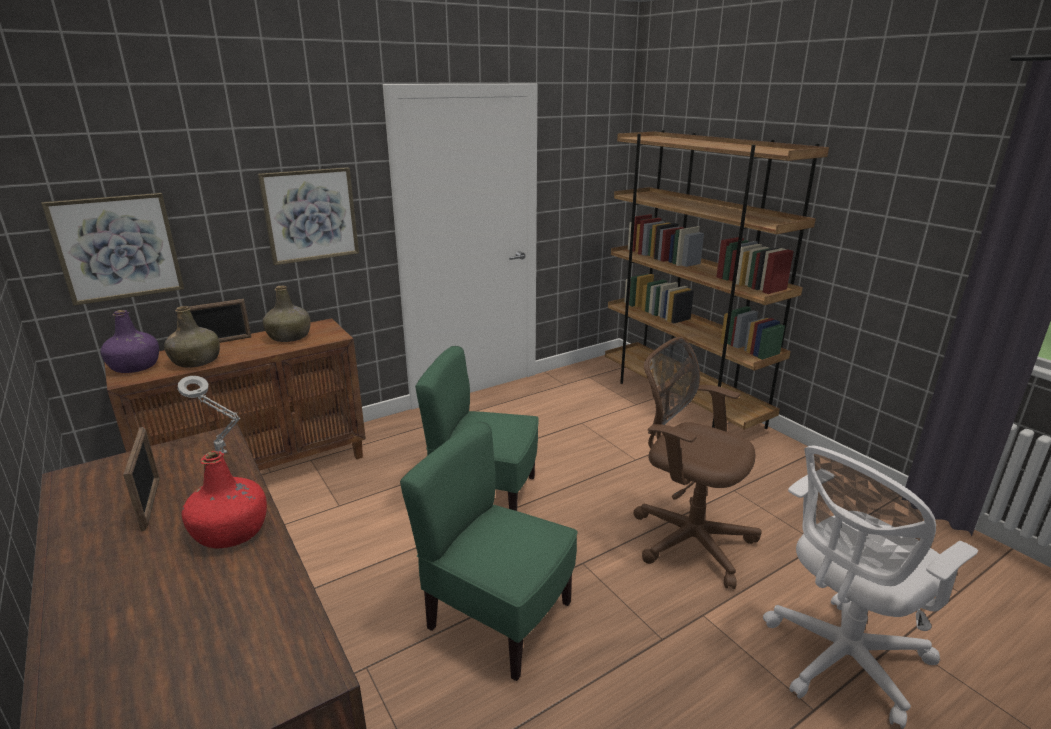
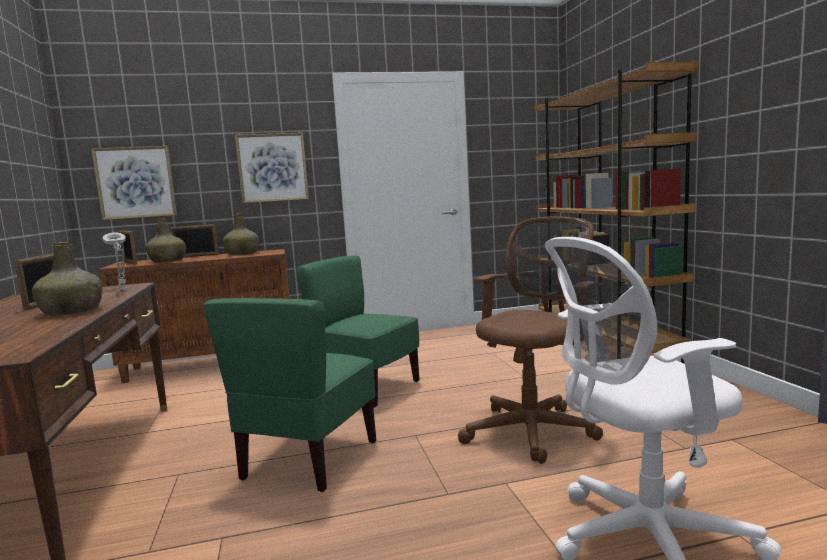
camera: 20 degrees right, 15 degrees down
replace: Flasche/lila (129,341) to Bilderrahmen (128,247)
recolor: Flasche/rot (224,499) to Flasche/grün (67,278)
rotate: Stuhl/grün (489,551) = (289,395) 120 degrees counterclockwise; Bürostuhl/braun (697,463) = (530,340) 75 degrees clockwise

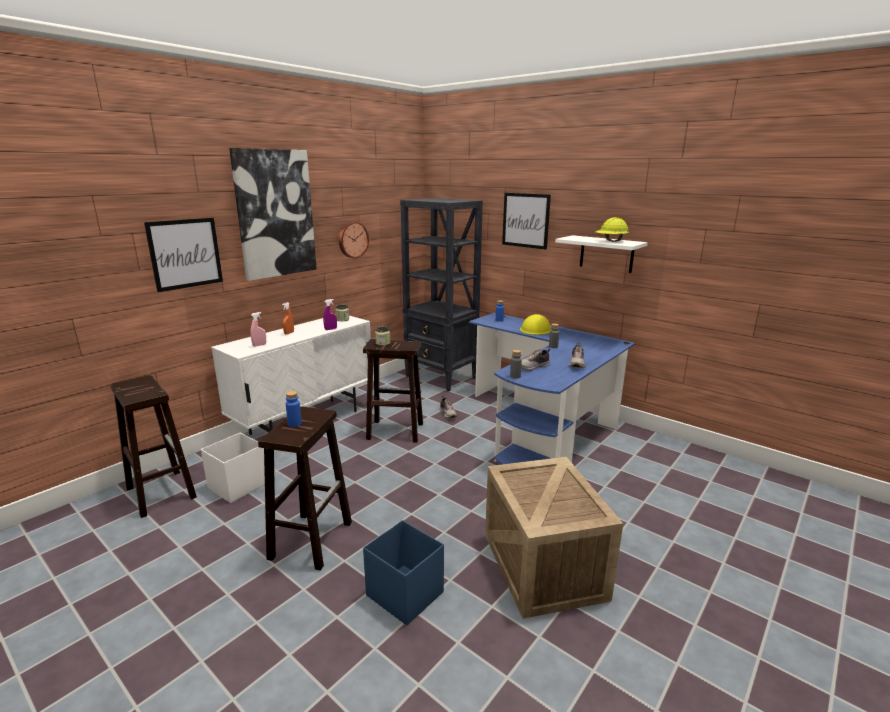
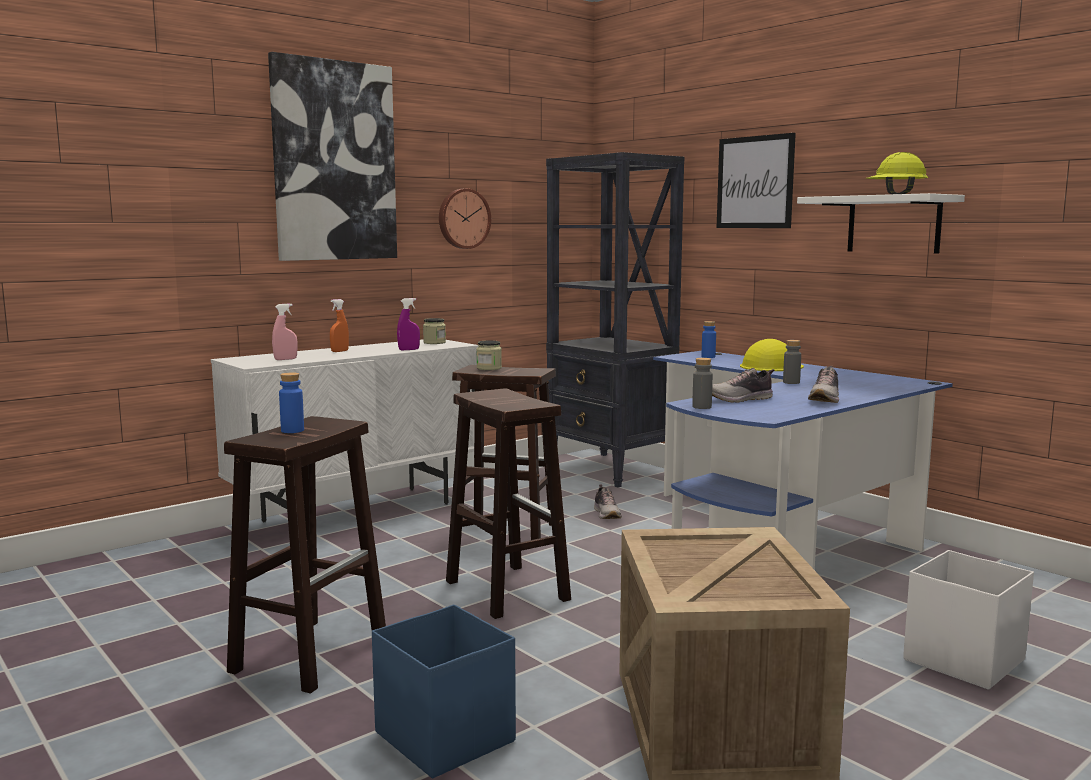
camera: 10 degrees right, 10 degrees down
delete: Bild (183,255)
move: Hocker/braun (153,446) to (508,503); Aufbewahrungsbox/weiß (233,468) to (968,620)

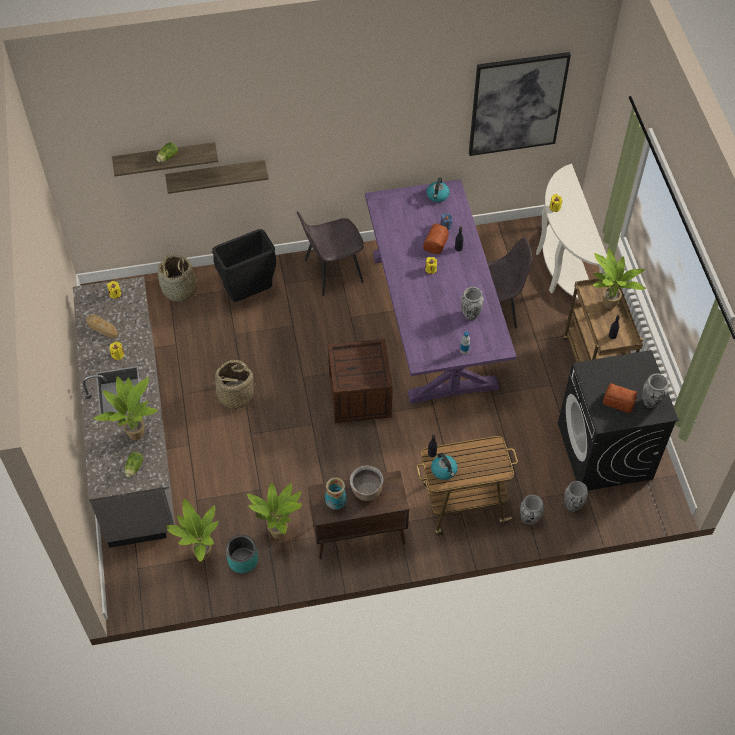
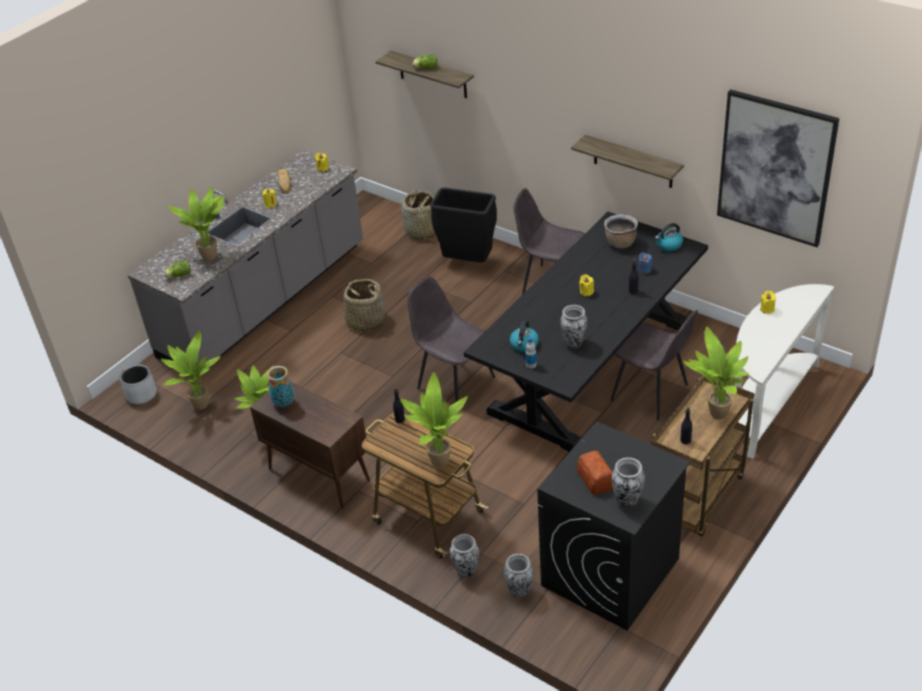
camera: 50 degrees right, 15 degrees down
delete: Pflanzkübel/türkis (242,554); Brot (436,239)
insert: Pflanzkübel/grau (138,384); Topfpflanze (434,420)
move: Wandregal (217,177) to (627,161); Kochtopf/braun (367,483) to (621,231); Wasserkessel (444,466) to (524,336)
replace: Kiste (360,381) to Stuhl/grau (451,339)
recolor: Esstisch/lila (441,291) to Esstisch/schwarz (586,332)

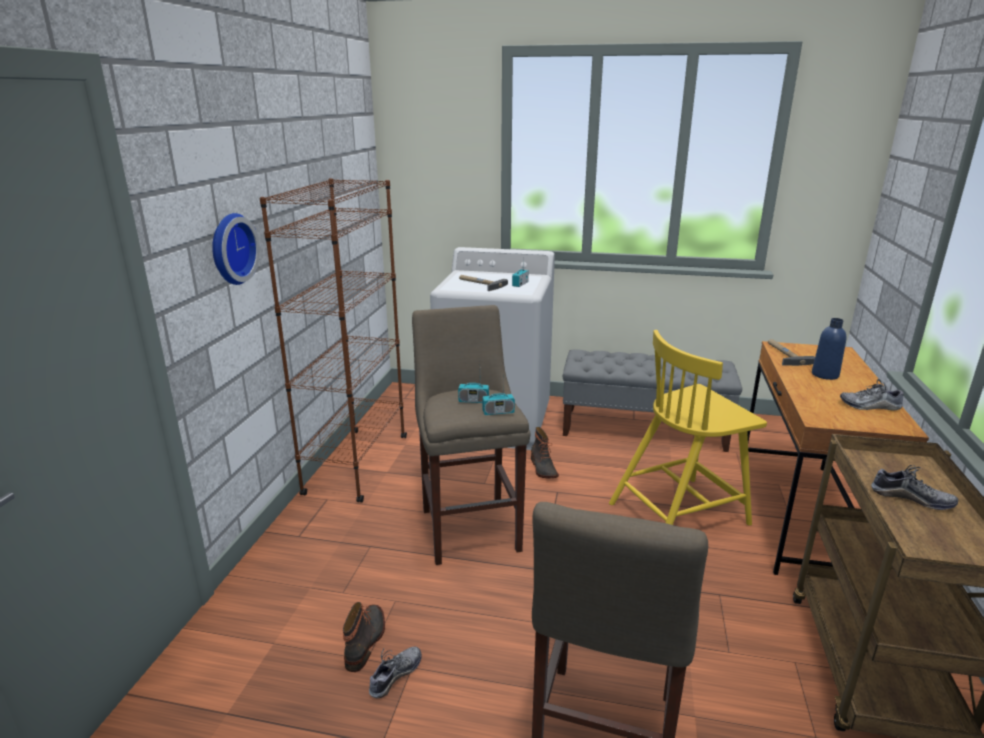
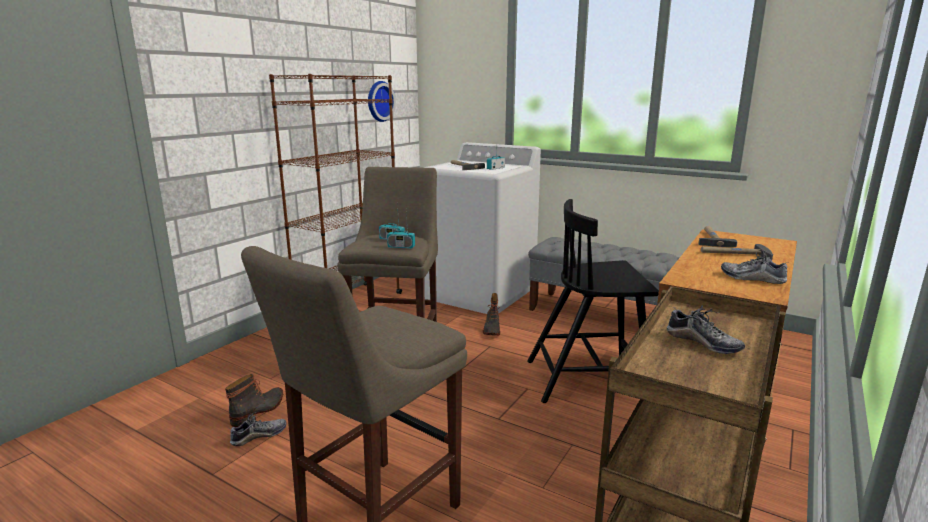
camera: 20 degrees right, 5 degrees down
move: Wanduhr (236,249) to (382,101)
replace: Flasche/blau (829,349) to Hammer (737,252)
recolor: Stuhl/gelb (688,428) to Stuhl/schwarz (593,301)

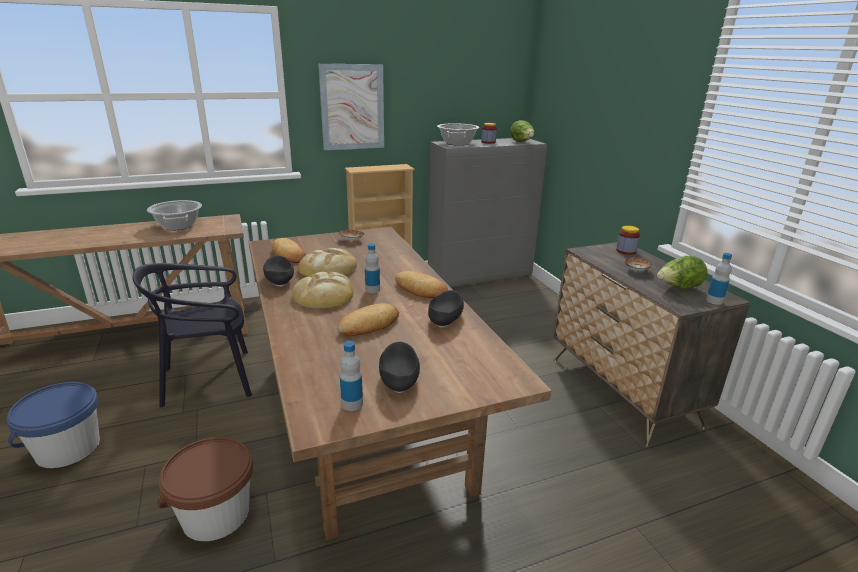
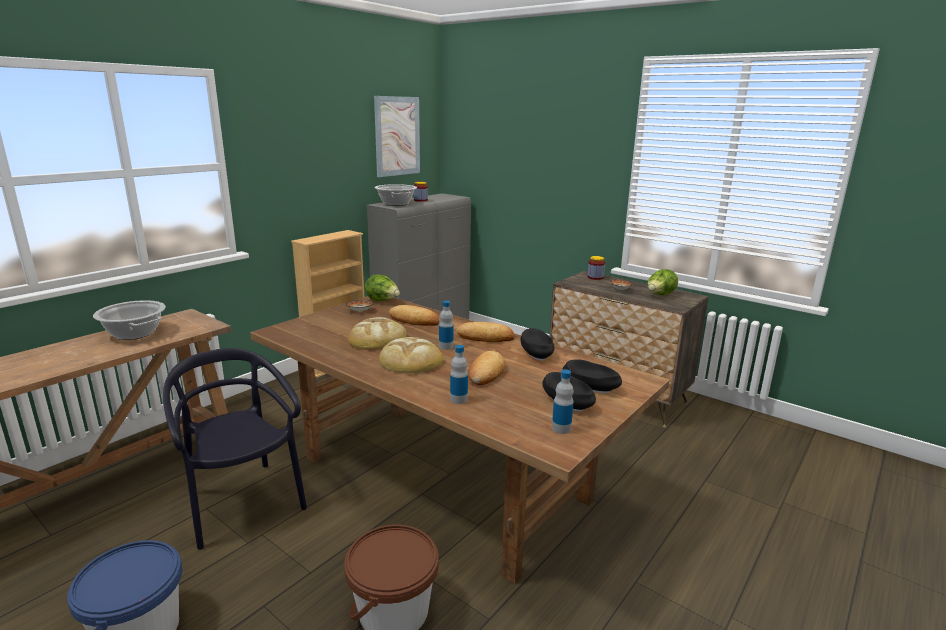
camera: 30 degrees left, 5 degrees down
move: Schüssel/schwarz (278,271) to (592,376); Brot (289,250) to (414,315); Bild (351,107) to (397,136); Salatkopf (522,131) to (382,288); Flasche (719,279) to (459,374)
rotate: Stuhl/schwarz (192,335) = (235,449) 105 degrees clockwise

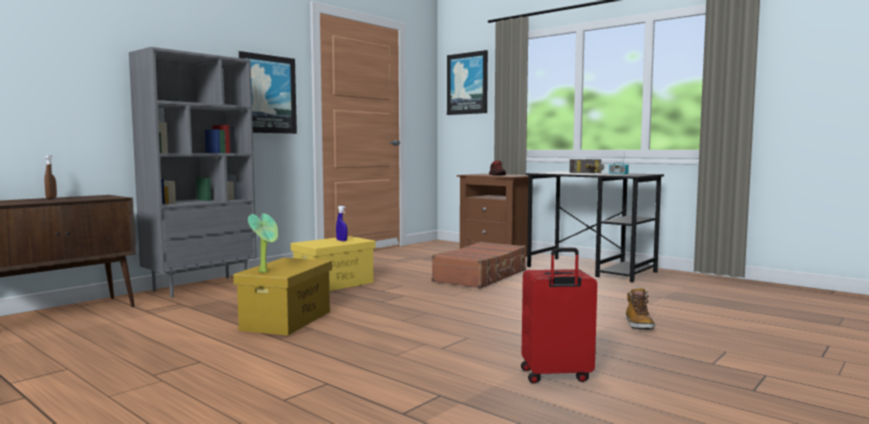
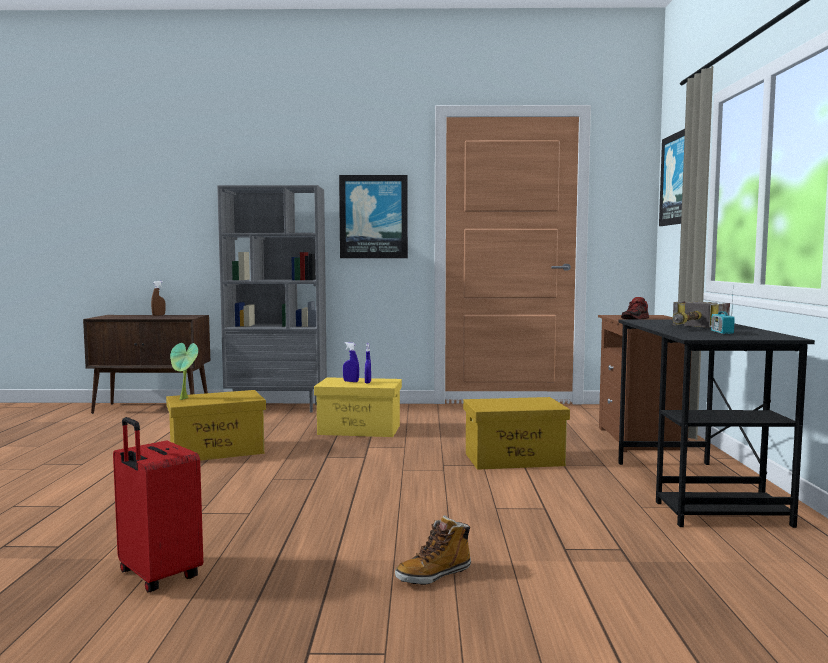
camera: 50 degrees right, 0 degrees up
insert: Sprühflasche/blau (351,362)
replace: Koffer/braun (479,265) to Aufbewahrungsbox/gelb (516,433)

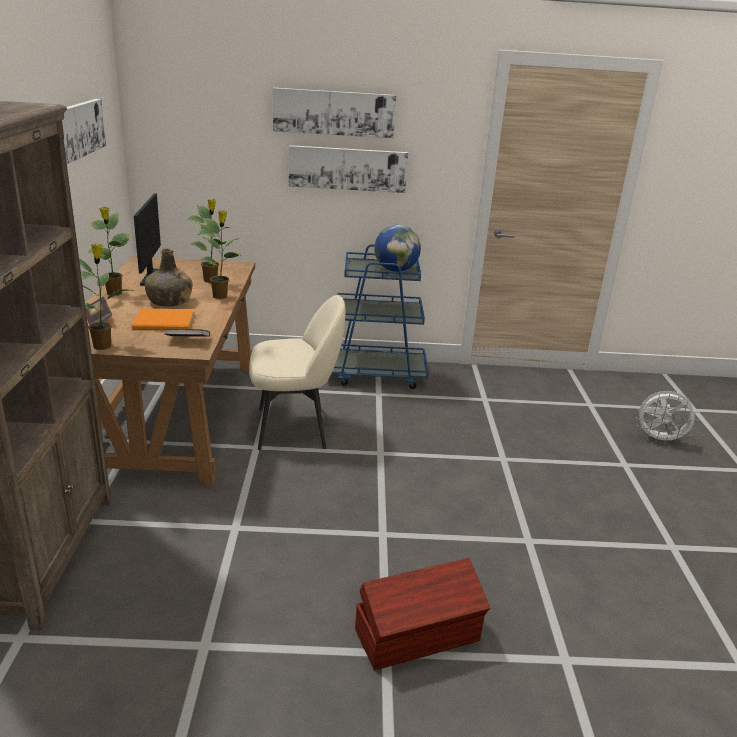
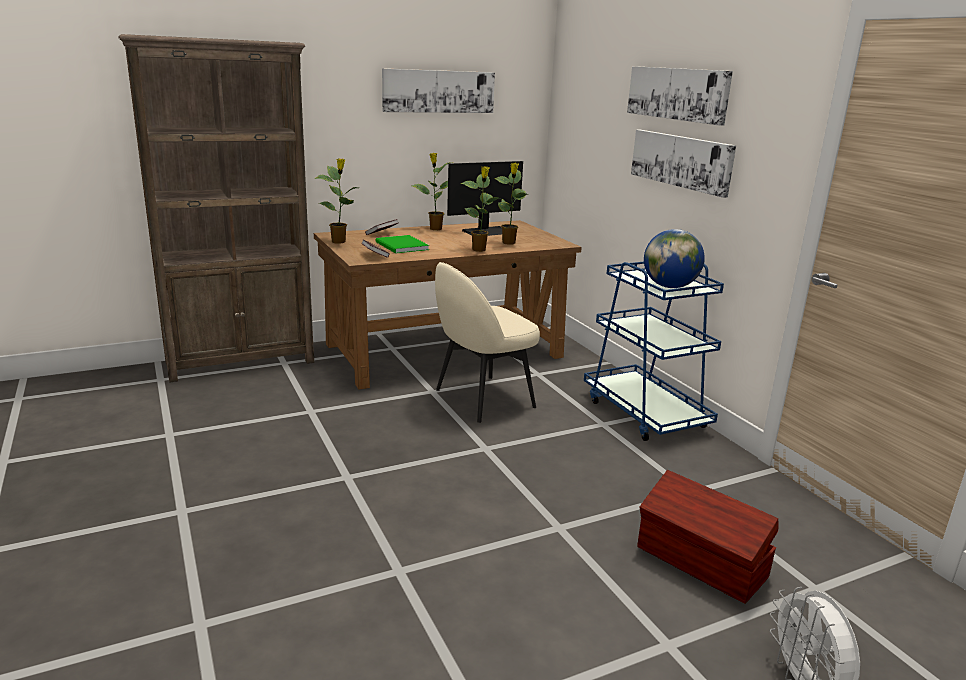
camera: 65 degrees right, 5 degrees down
delete: Flasche/grün (168,277)
move: Aufbewahrungsbox/braun (422,614) to (707,537)
recolor: Buch/orange (163,319) to Buch/grün (402,244)
rotate: Stuhl/beige (297,372) = (487,342) 90 degrees clockwise

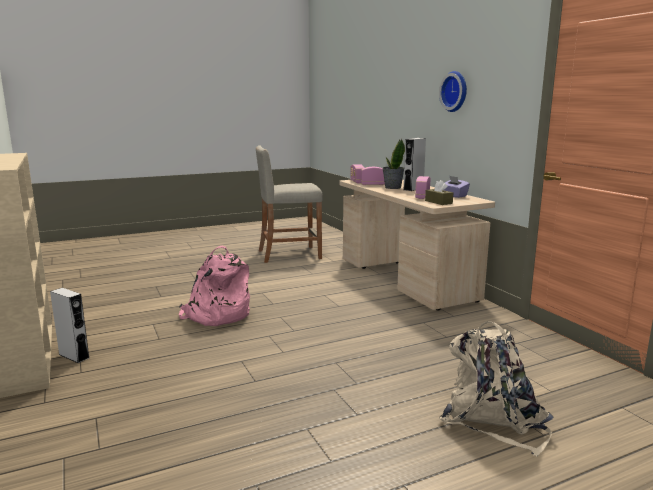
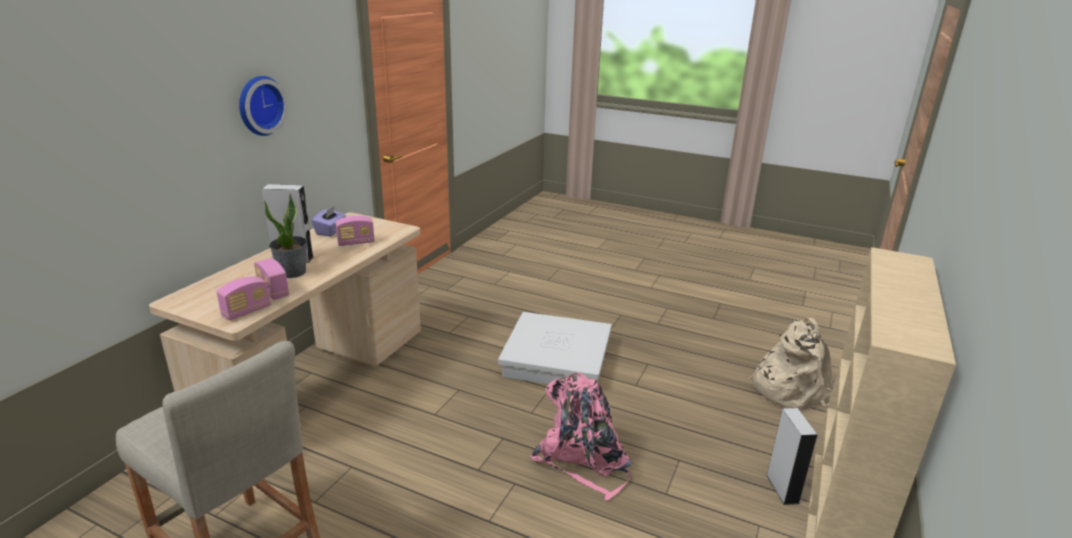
camera: 130 degrees left, 10 degrees up
delete: Taschentuchbox/braun (439,192)
insert: Aufbewahrungsbox/weiß (555,348)
move: Rucksack/beige (496,389) to (791,364)

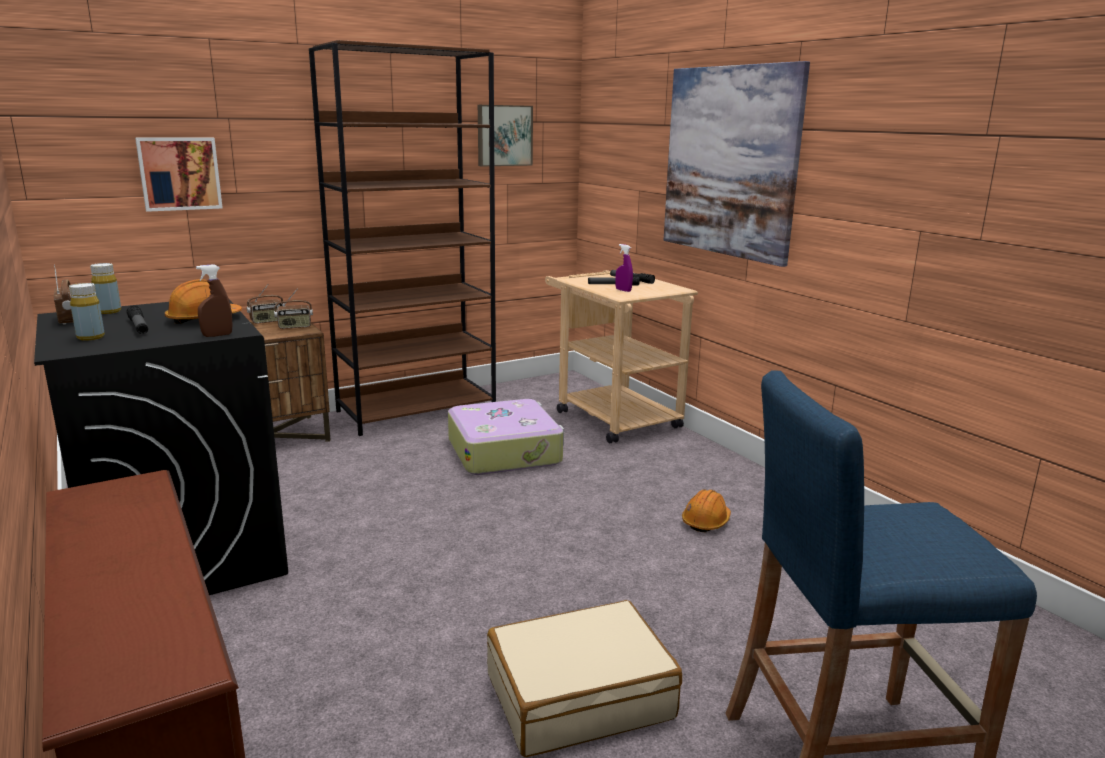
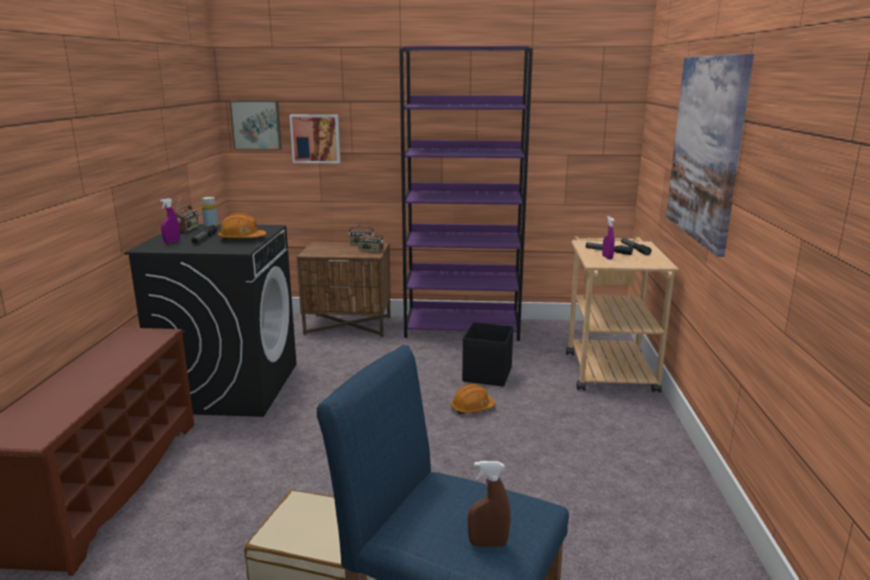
camera: 35 degrees right, 0 degrees up
move: Sprühflasche/braun (214,300) to (489,504); Bild (505,136) to (255,125); Schutzhelm/orange (706,510) to (473,399)
replace: Flasche/gelb (87,312) to Sprühflasche/lila (170,220); Koffer (506,437) to Aufbewahrungsbox/schwarz (487,354)
recolor: Bücherregal/braun (402,238) to Bücherregal/lila (466,193)

